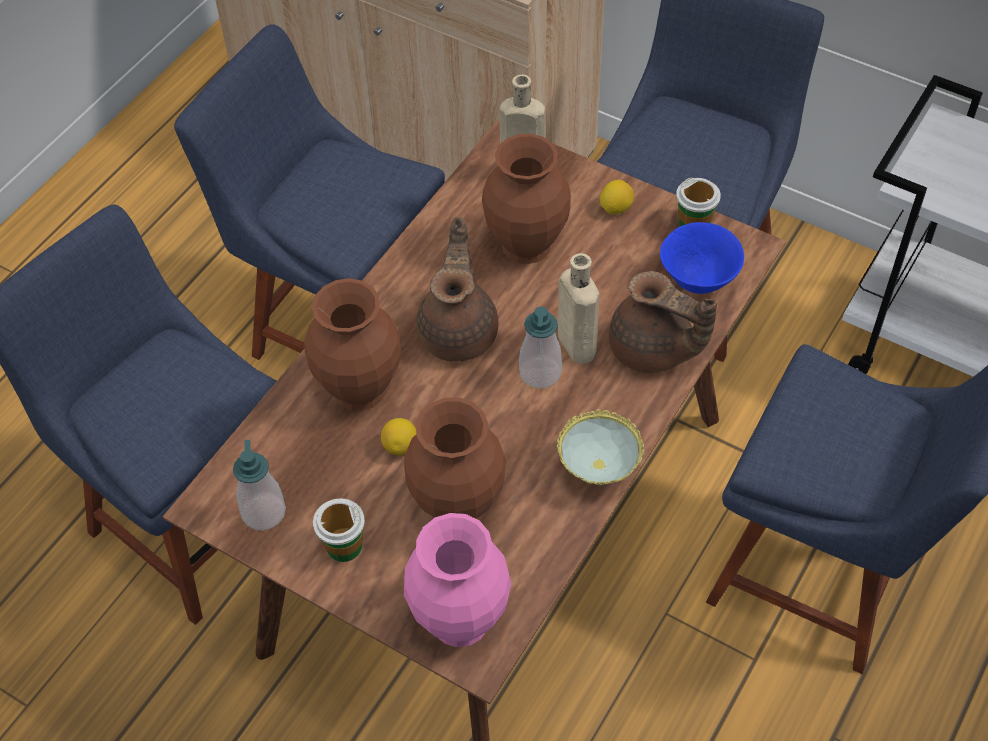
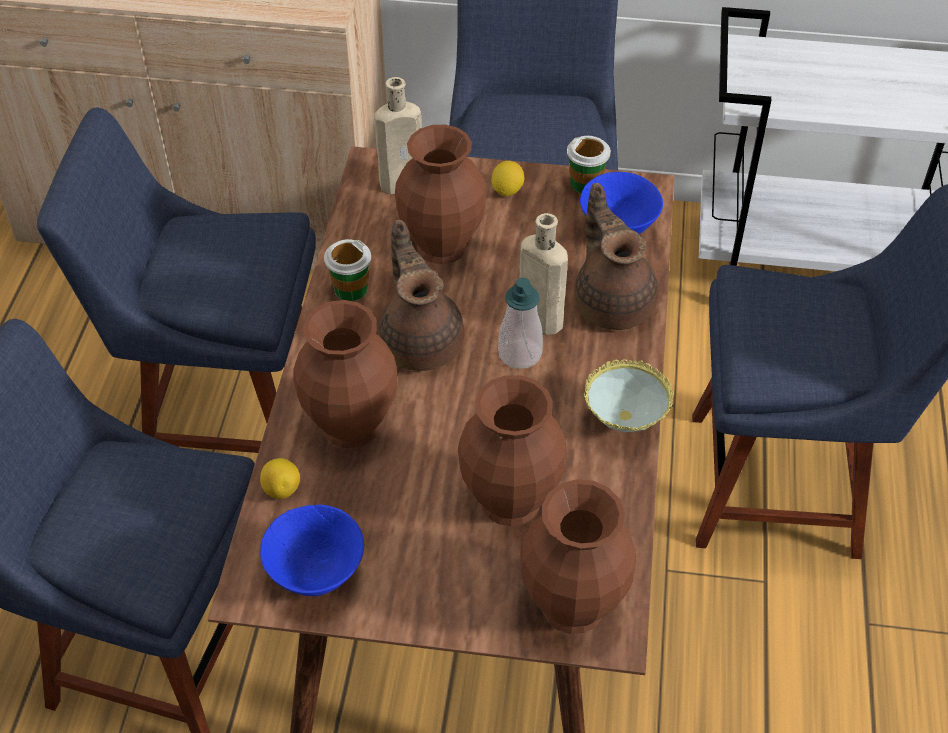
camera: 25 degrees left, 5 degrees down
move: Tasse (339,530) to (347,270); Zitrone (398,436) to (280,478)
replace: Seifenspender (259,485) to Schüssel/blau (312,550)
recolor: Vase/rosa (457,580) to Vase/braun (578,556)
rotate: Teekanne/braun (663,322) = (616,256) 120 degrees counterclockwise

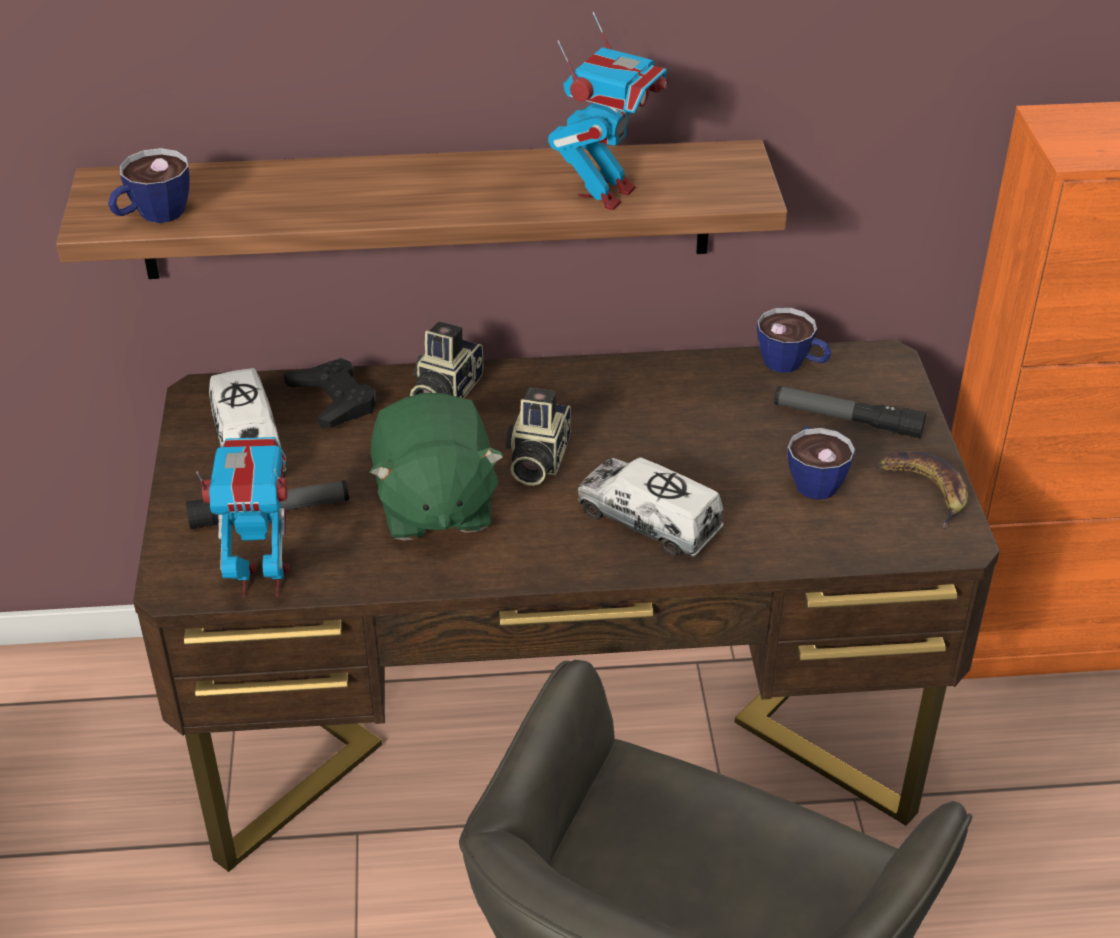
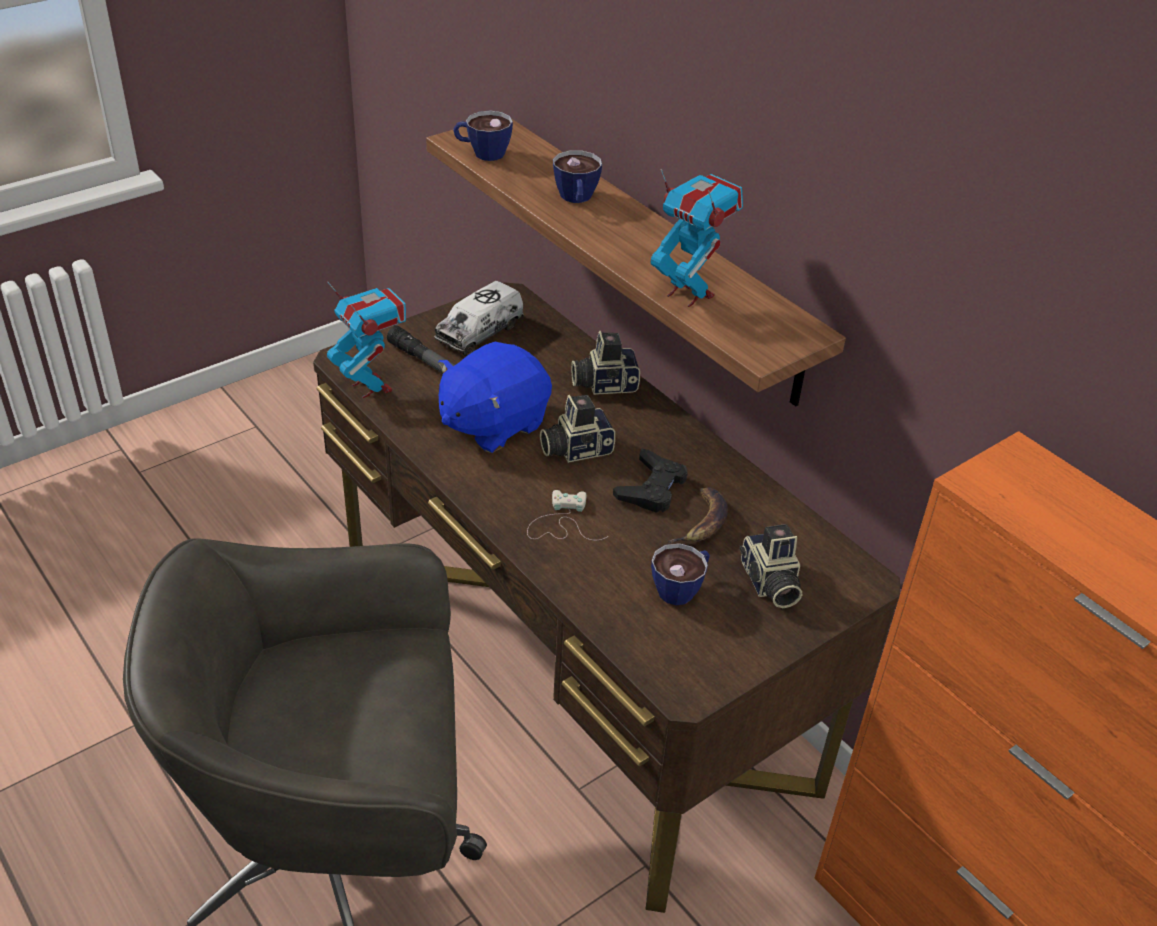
camera: 55 degrees right, 0 degrees up
move: Gamepad/schwarz (330,393) to (650,480); Tasse (794,340) to (577,176); Banane (922,490) to (698,515)
replace: Spielzeuglaster (651,507) to Gamepad/weiß (567,515); Taschenlampe (850,412) to Kamera (770,566)
recolor: Plüschtier/grün (436,467) to Plüschtier/blau (495,397)
rotate: Spielzeugroboter (608,111) = (697,238) 135 degrees counterclockwise

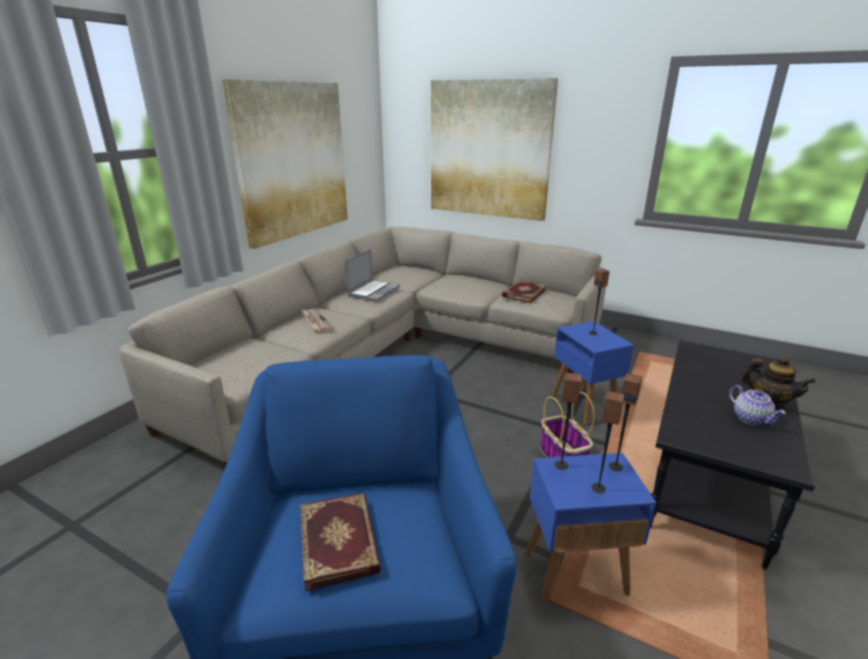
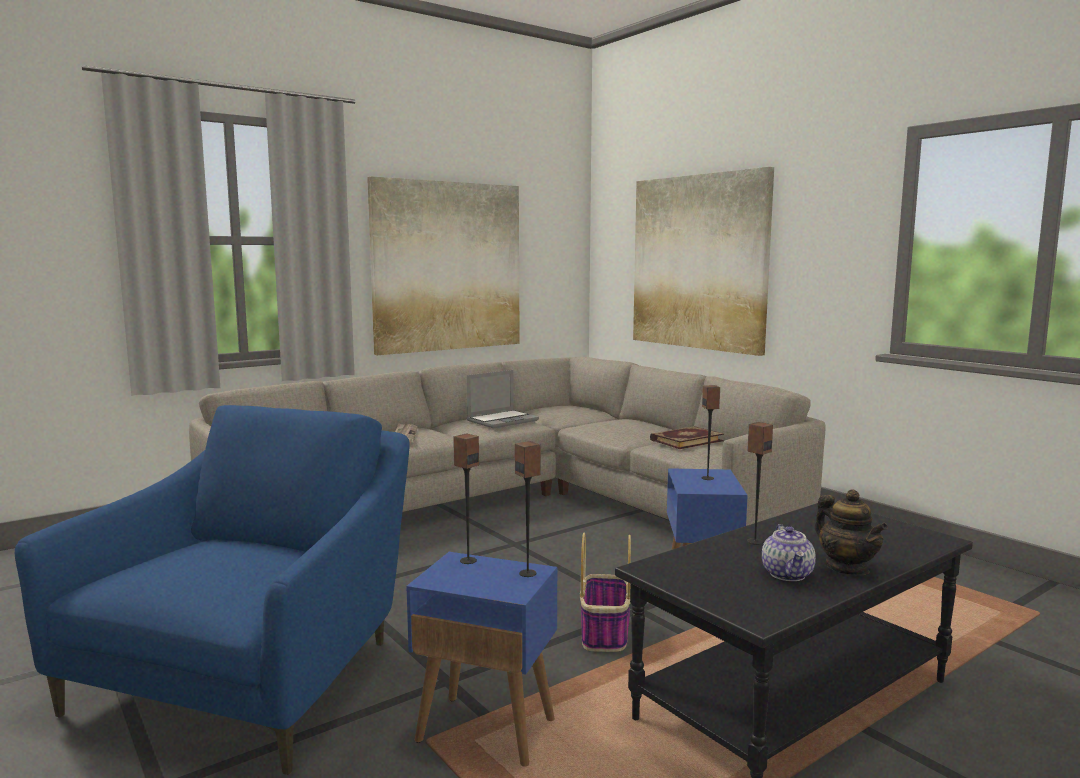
camera: 25 degrees right, 15 degrees down
delete: Buch (340,542)
move: Lautsprecher (607,442) to (760,483)

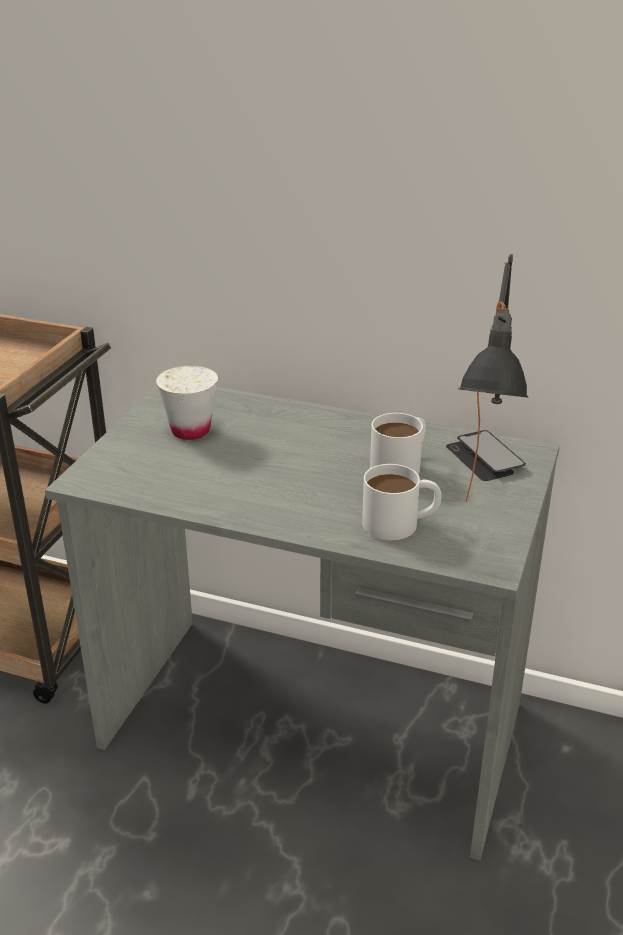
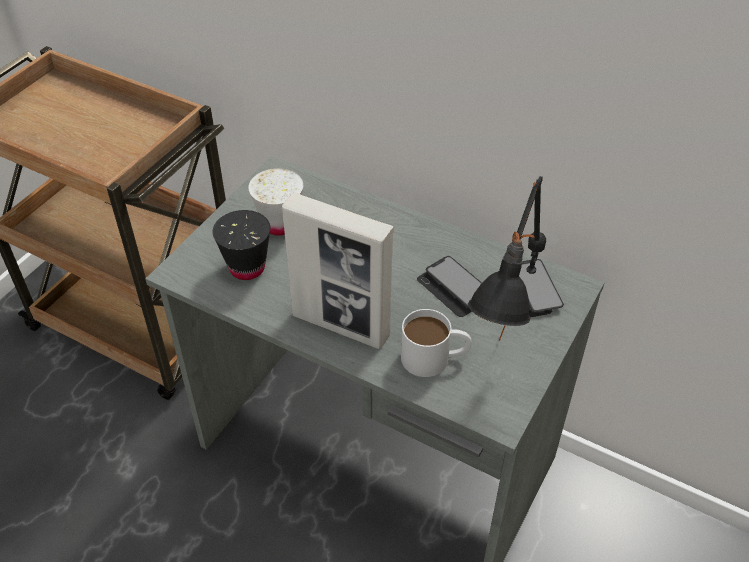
camera: 10 degrees right, 15 degrees up
insert: Tasse/schwarz (241,245); Bilderrahmen (338,270)
replace: Henkelbecher/weiß (398,443) to Handy (449,286)

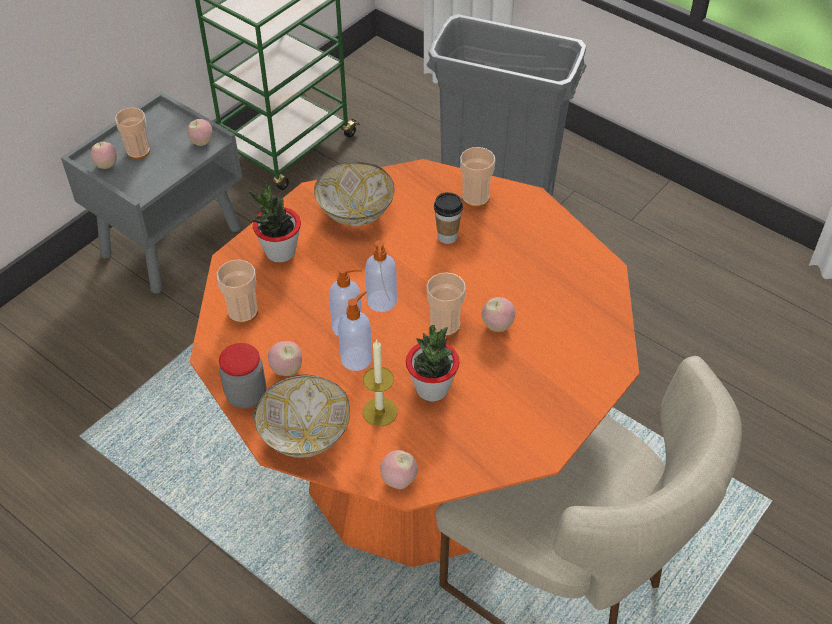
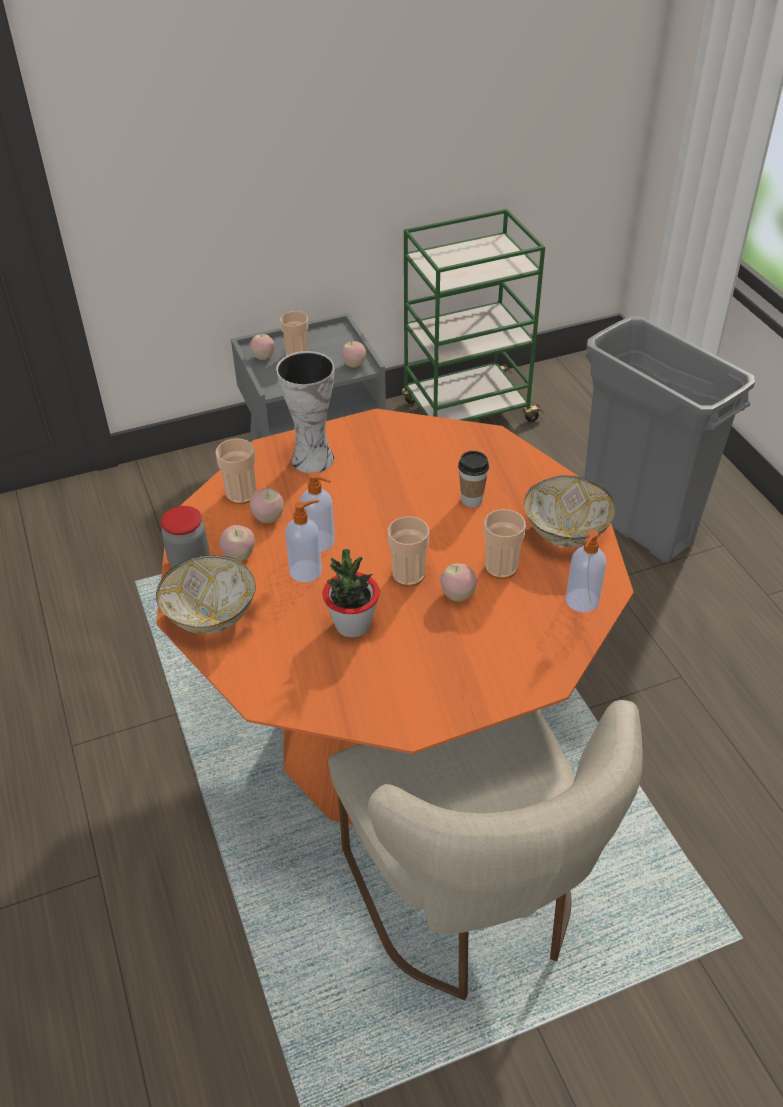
camera: 30 degrees right, 5 degrees down
delete: Kerze (380,382)
move: Schüssel (354,194) to (570,511); Seifenspender (381,276) to (586,571); Apfel (399,469) to (267,505); Tasse (477,177) to (505,544)
replace: Topfpflanze (274,224) to Vase (305,412)

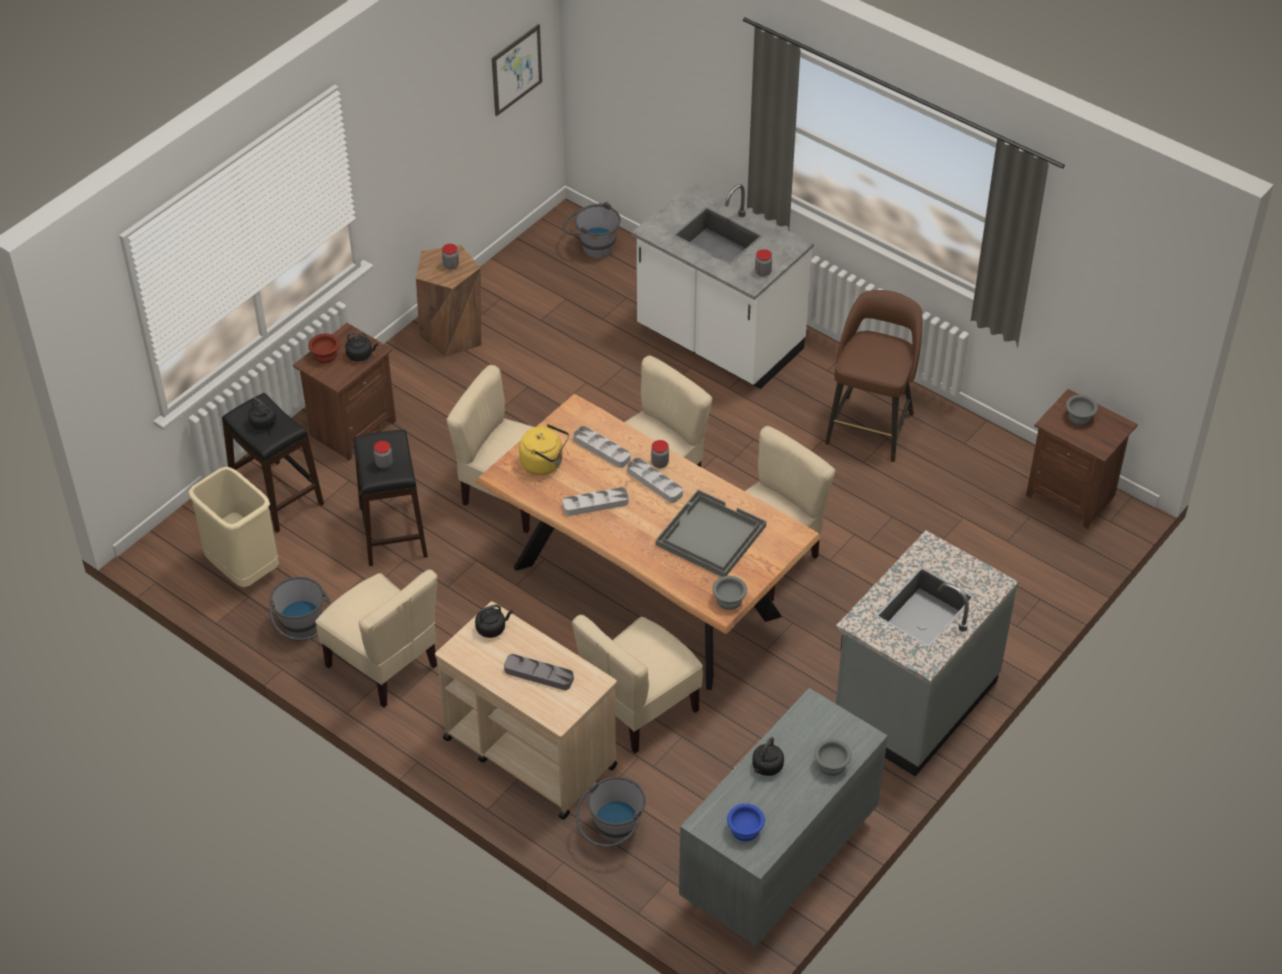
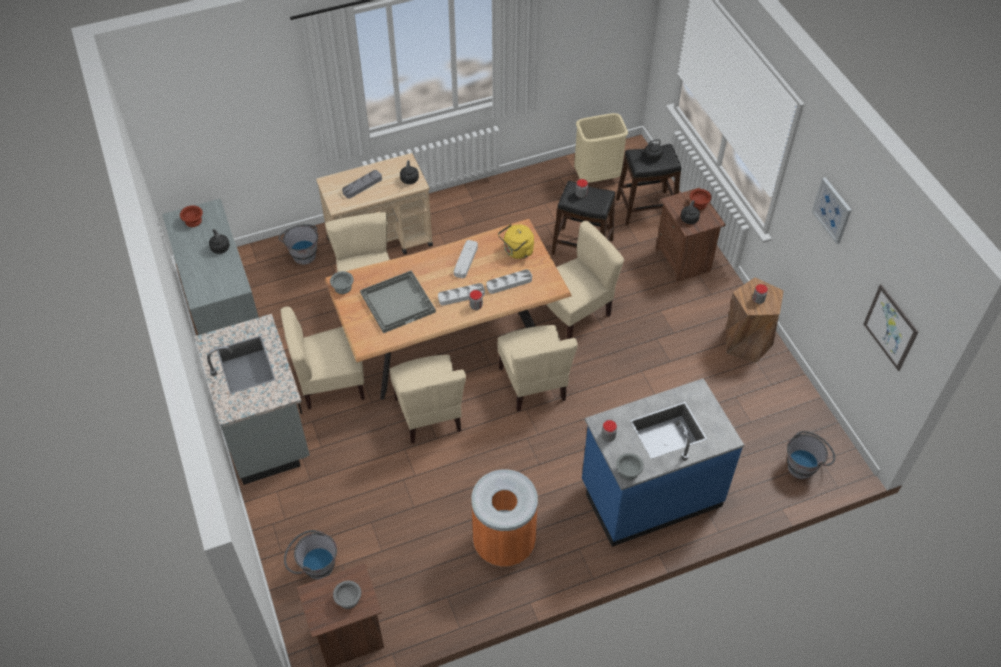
camera: 120 degrees right, 5 degrees up
insert: Bild (832,210)
move: Eimer/grau (300,609) to (310,555); Stuhl/beige (376,638) to (322,358); Schüssel/grau (832,757) to (630,466)
replace: Hocker/braun (874,376) to Mülleimer/orange (504,518)
recolor: Küchenzeile/weiß (723,285) to Küchenzeile/blau (663,462); Schüssel/blau (746,822) to Schüssel/braun (191,216)

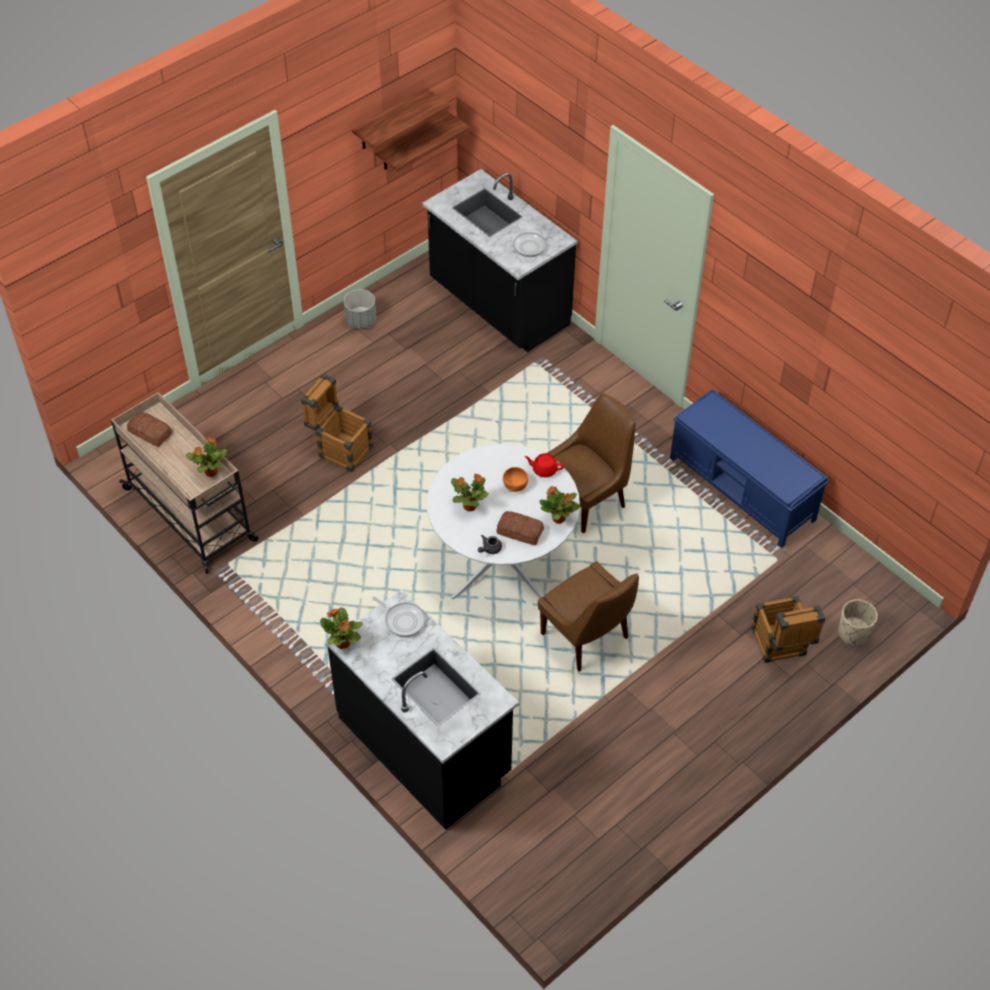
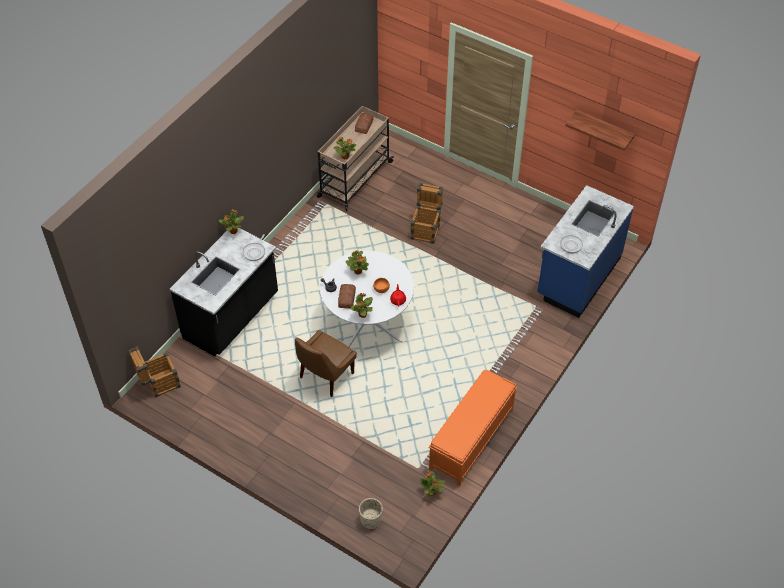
camera: 75 degrees right, 0 degrees up
delete: Pflanzkübel/grau (360,309); Wandregal (422,141); Stuhl/braun (591,463)
insert: Topfpflanze (432,483)
move: Kiste (788,629) to (154,372)
recolor: Küchenzeile/schwarz (500,260) to Küchenzeile/blau (585,251); Bank/blau (749,468) to Bank/orange (473,428)

